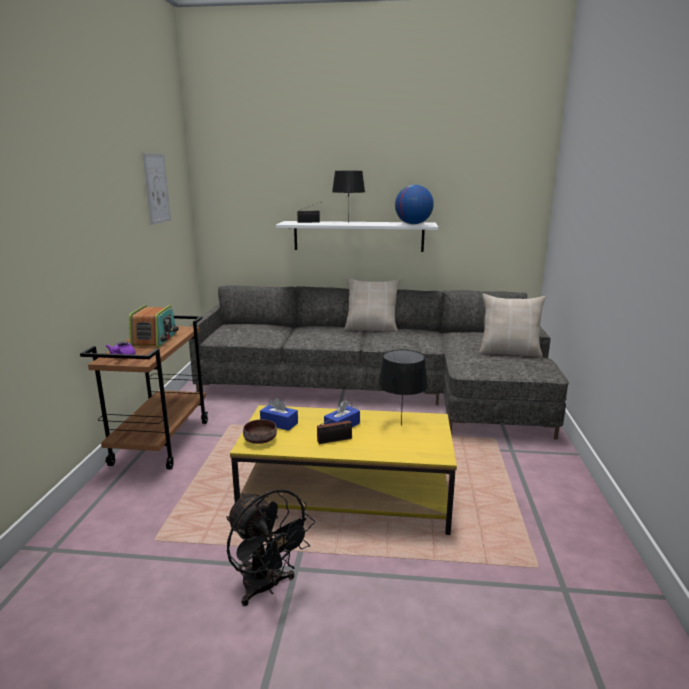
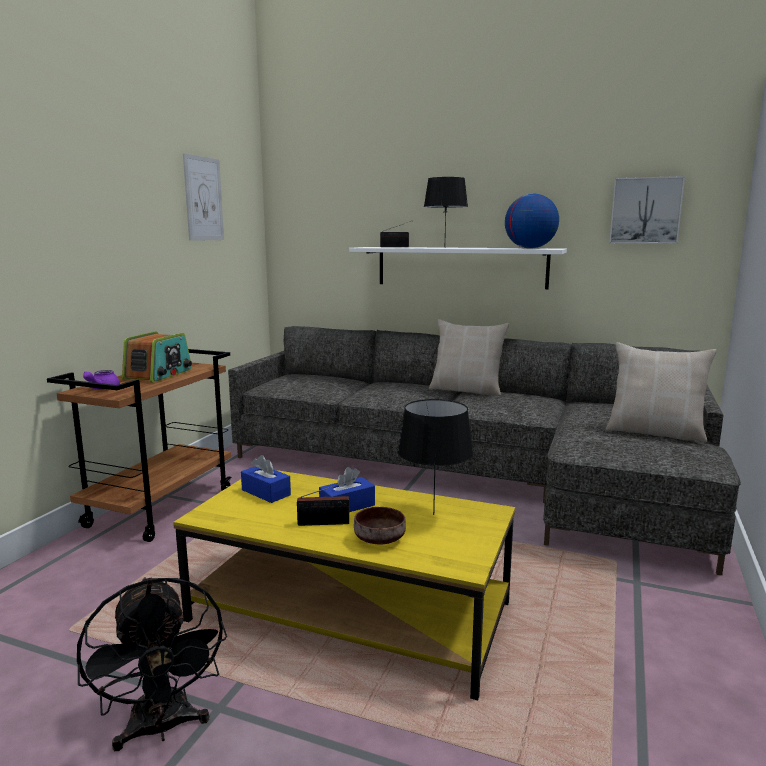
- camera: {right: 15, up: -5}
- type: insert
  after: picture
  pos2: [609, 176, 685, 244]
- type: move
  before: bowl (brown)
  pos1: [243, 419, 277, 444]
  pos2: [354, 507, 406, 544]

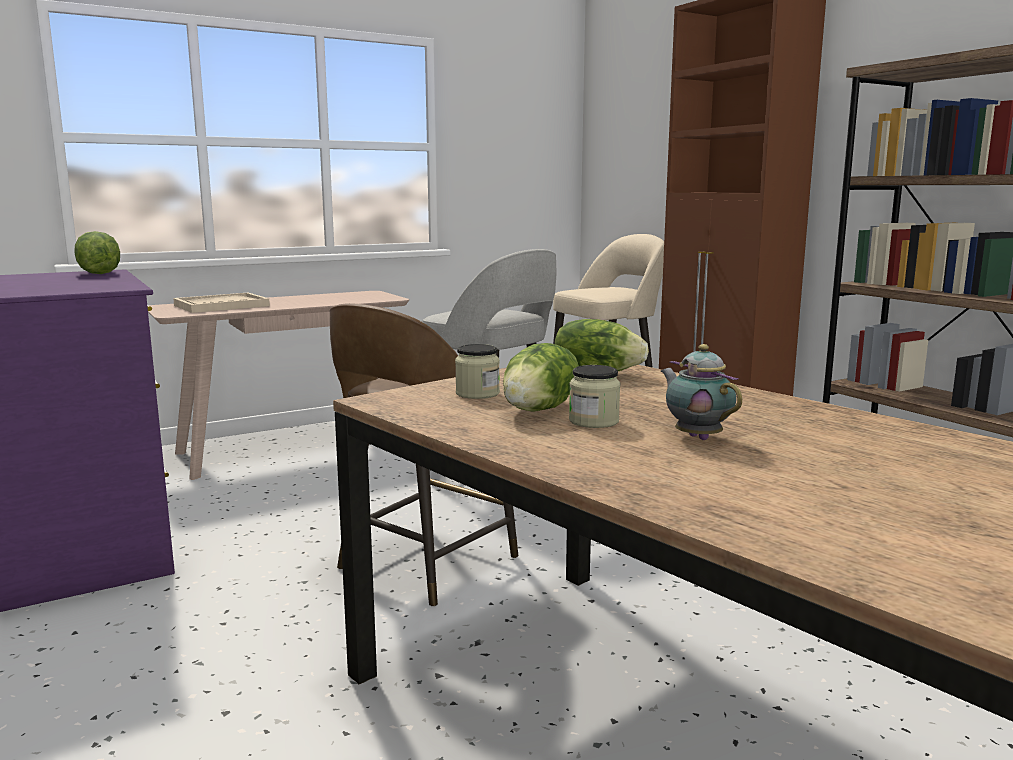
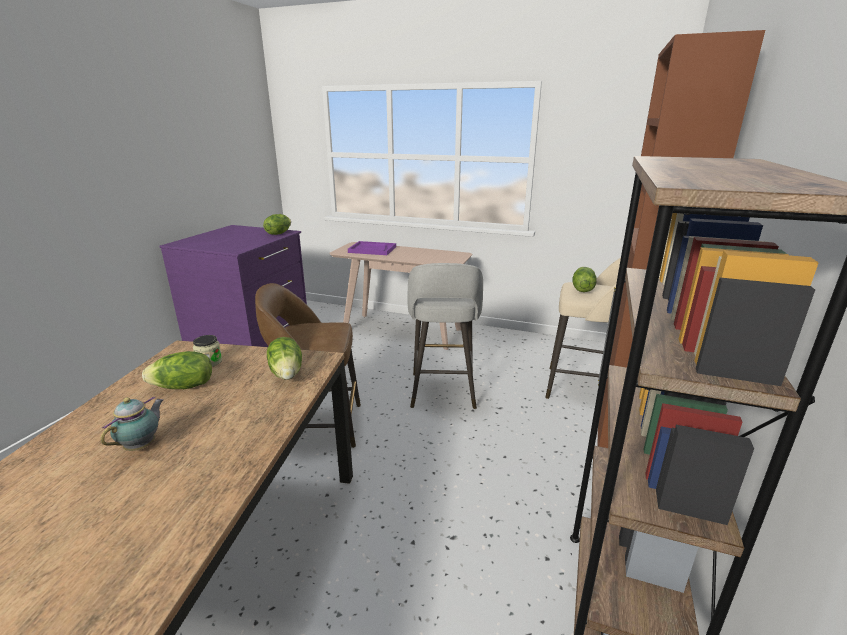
- camera: {right: 50, up: 10}
- type: delete
  before: jar
  pos1: [569, 365, 620, 428]
- type: insert
  after: lettuce
  pos2: [572, 267, 596, 292]
- type: recolor
  before: tray (beige)
  after: tray (purple)
  pos1: [173, 293, 270, 313]
  pos2: [348, 241, 396, 255]

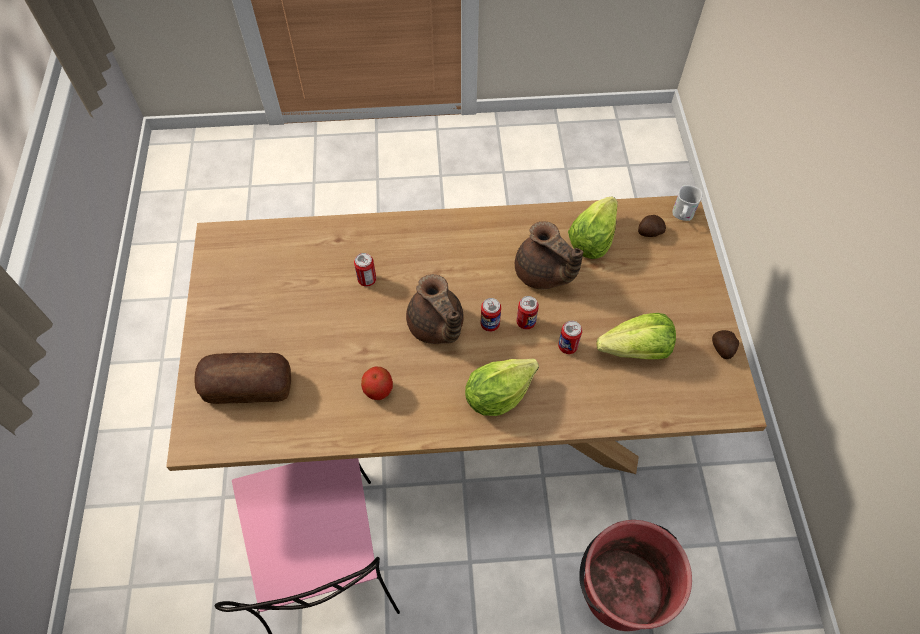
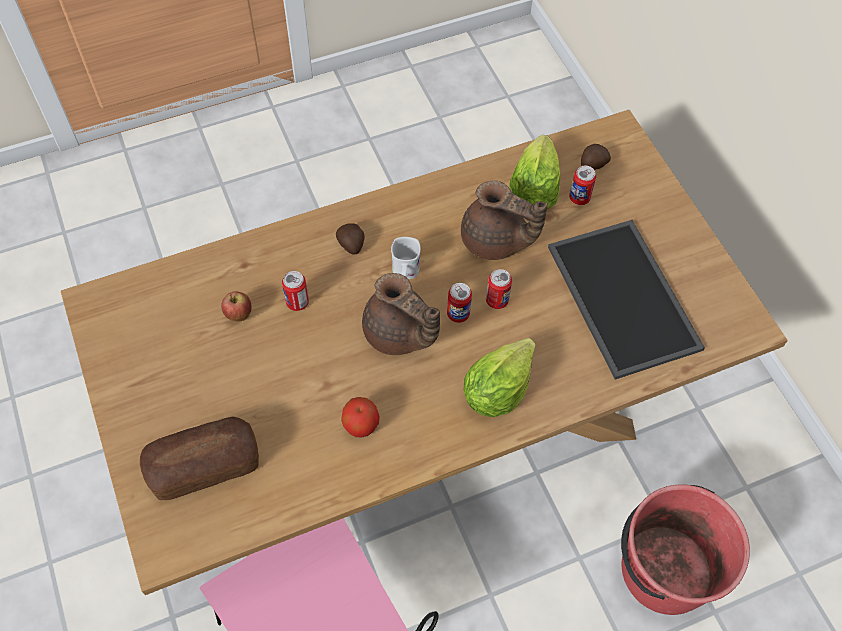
- camera: {right: -20, up: 0}
- type: insert
  after: apple
  pos2: [221, 292, 252, 322]
- type: move
  before: can
  pos1: [558, 321, 582, 354]
  pos2: [569, 165, 596, 205]
- type: move
  before: mug (white)
  pos1: [673, 185, 702, 221]
  pos2: [391, 237, 421, 279]
- type: move
  before: potato
  pos1: [712, 330, 739, 359]
  pos2: [336, 223, 364, 255]
- type: replace
  before: lettuce
  after: tray
  pos1: [596, 313, 676, 359]
  pos2: [548, 220, 705, 379]

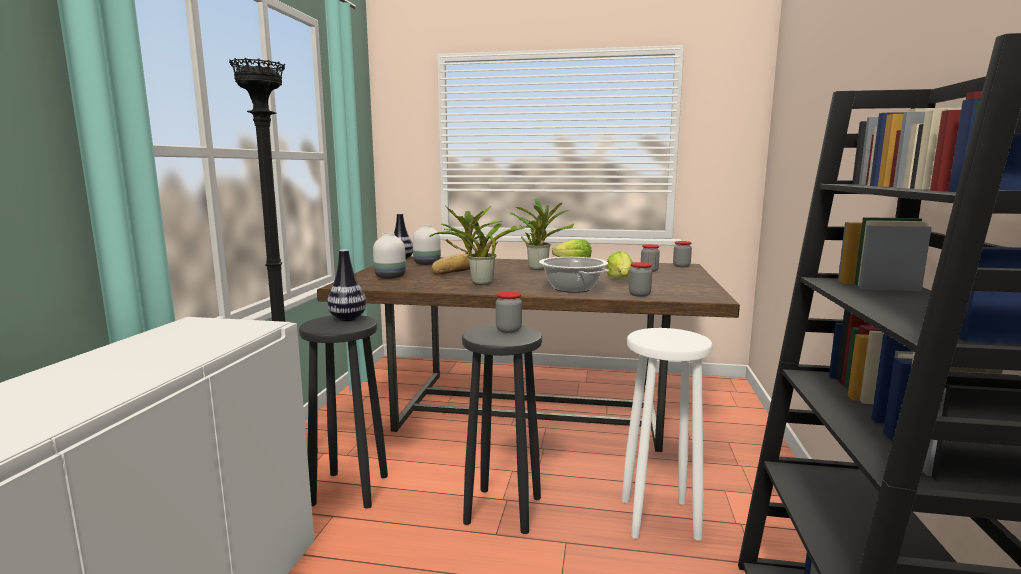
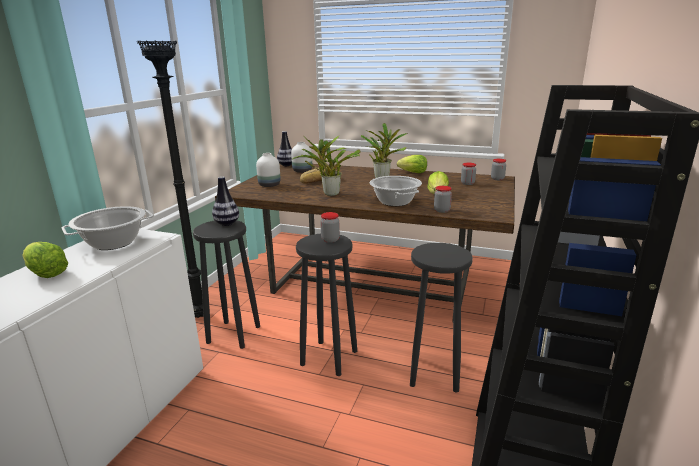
- camera: {right: 10, up: 10}
- type: insert
  after: lettuce
  pos2: [22, 242, 68, 278]
- type: insert
  after: cooking pot
  pos2: [62, 206, 154, 250]
- type: recolor
  before: stool (white)
  after: stool (black)
  pos1: [622, 328, 713, 540]
  pos2: [410, 243, 473, 392]

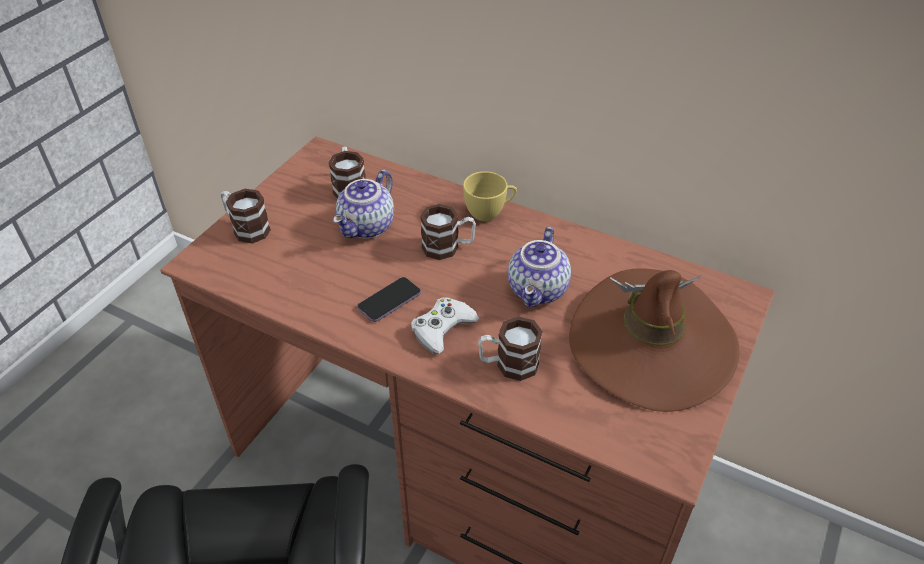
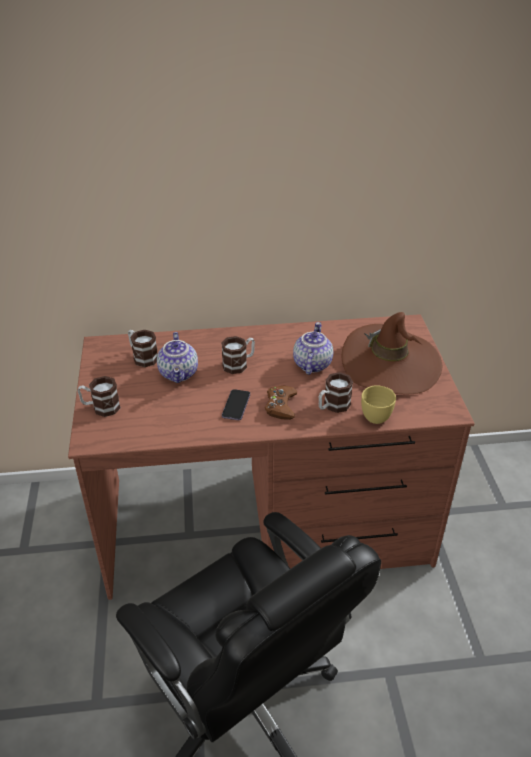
- camera: {right: -35, up: -5}
- type: move
  before: cup (yellow)
  pos1: [463, 171, 517, 221]
  pos2: [361, 385, 396, 424]
- type: recolor
  before: game controller (white)
  after: game controller (brown)
  pos1: [411, 297, 479, 354]
  pos2: [265, 385, 297, 420]
- type: rotate
  before: teapot
  pos1: [508, 227, 571, 307]
  pos2: [293, 322, 333, 375]
  turn: -150

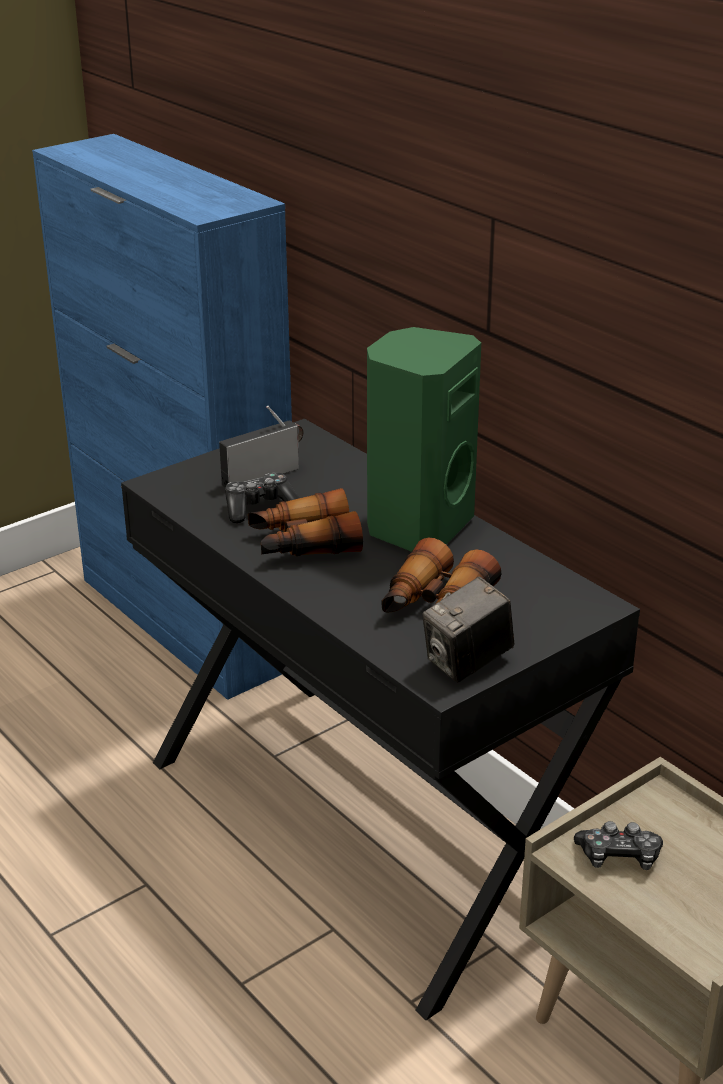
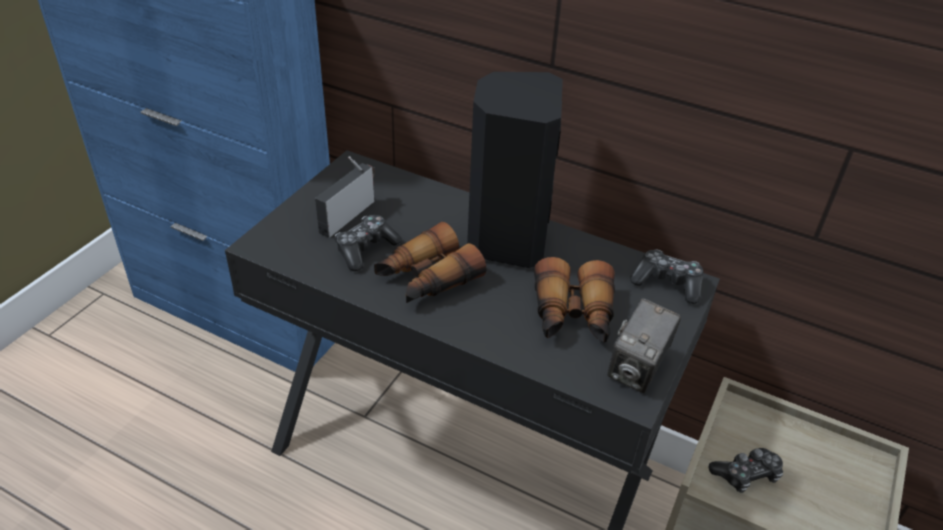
- camera: {right: -25, up: 10}
- type: insert
  after: game controller
  pos2: [630, 249, 703, 304]
- type: recolor
  before: speaker (green)
  after: speaker (black)
  pos1: [367, 327, 481, 552]
  pos2: [467, 72, 563, 268]

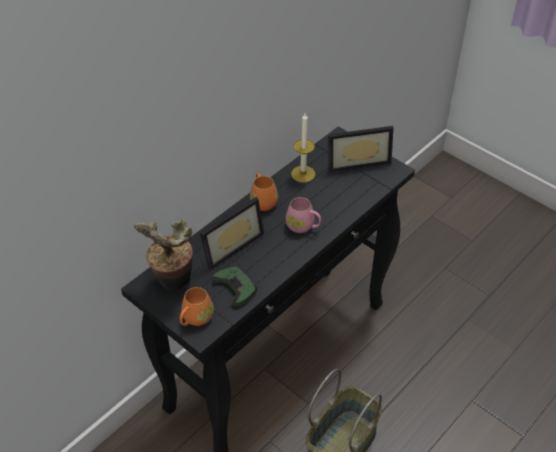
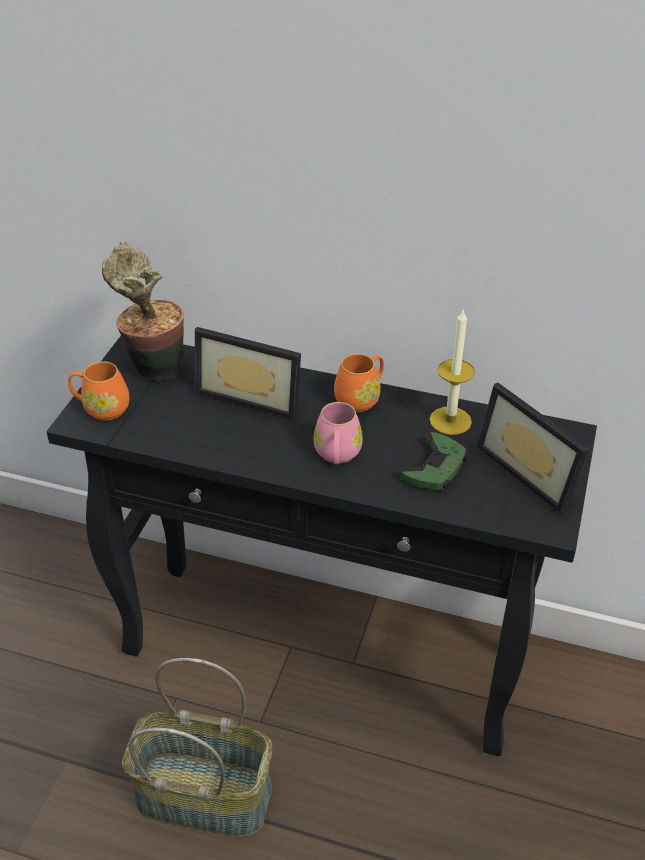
- camera: {right: 65, up: -5}
- type: move
  before: game controller (green)
  pos1: [213, 267, 257, 307]
  pos2: [401, 432, 468, 490]

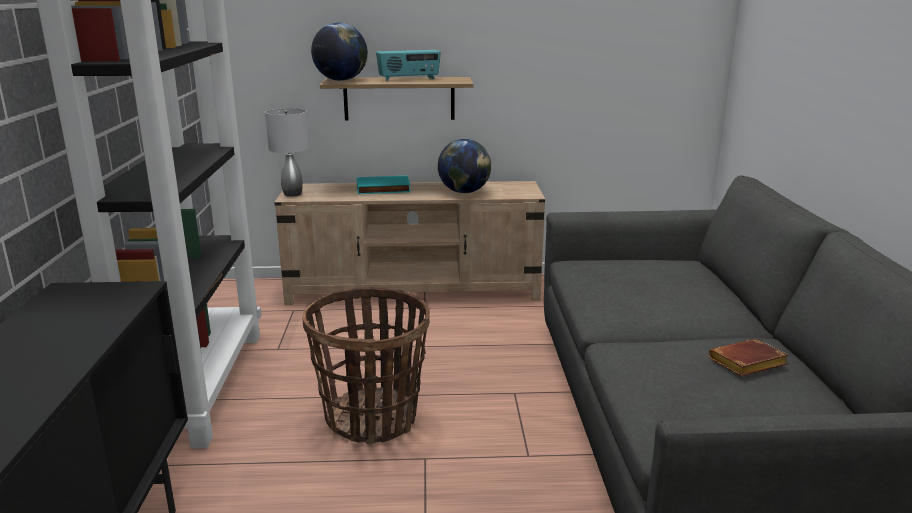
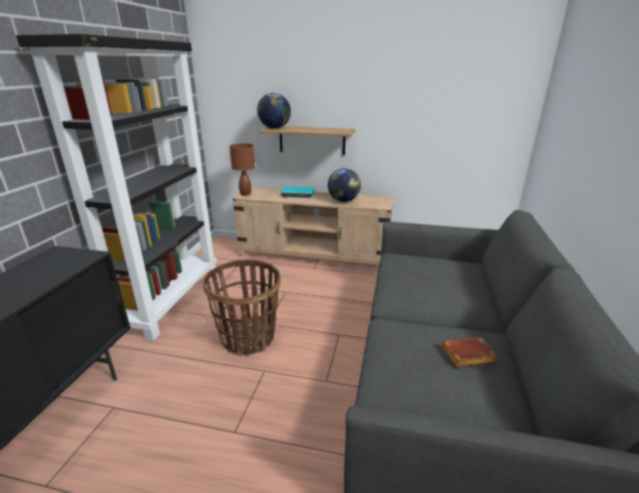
- camera: {right: 15, up: 5}
- type: delete
  before: radio
  pos1: [376, 50, 441, 81]
- type: recolor
  before: table lamp (grey)
  after: table lamp (brown)
  pos1: [265, 108, 309, 197]
  pos2: [229, 143, 255, 196]

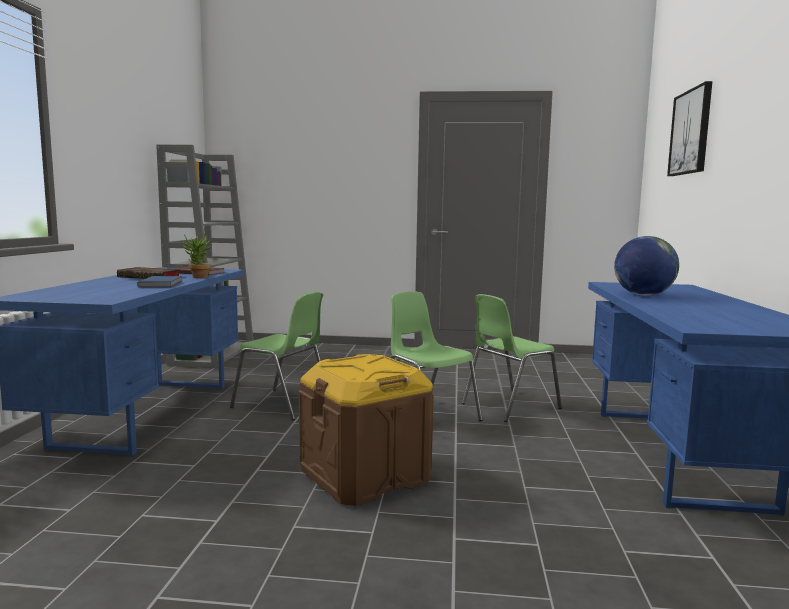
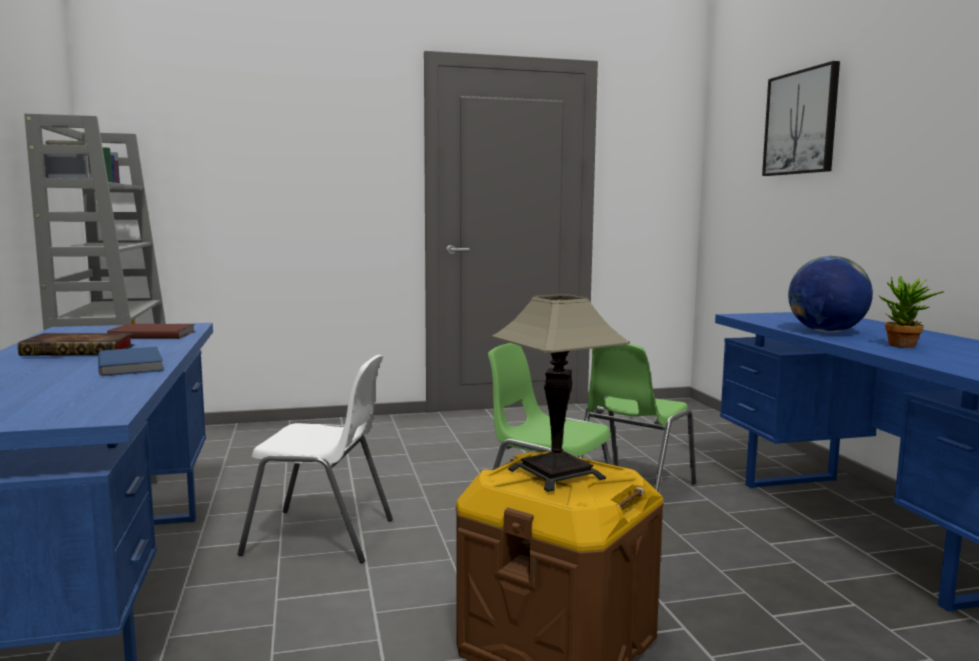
- camera: {right: -20, up: 0}
- type: insert
  after: table lamp
  pos2: [491, 294, 630, 492]
- type: move
  before: potted plant
  pos1: [180, 235, 213, 278]
  pos2: [879, 276, 944, 348]
- type: recolor
  before: chair (green)
  after: chair (white)
  pos1: [230, 292, 323, 420]
  pos2: [238, 355, 393, 563]

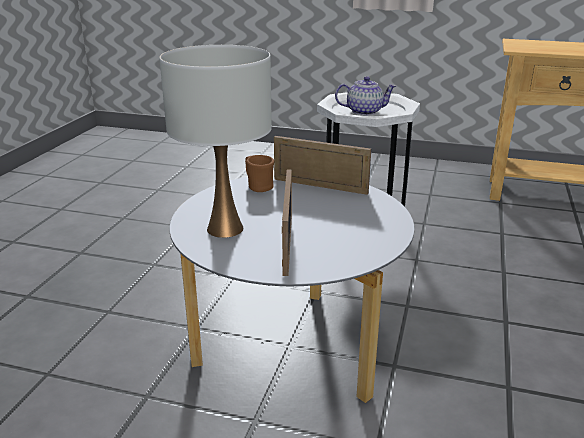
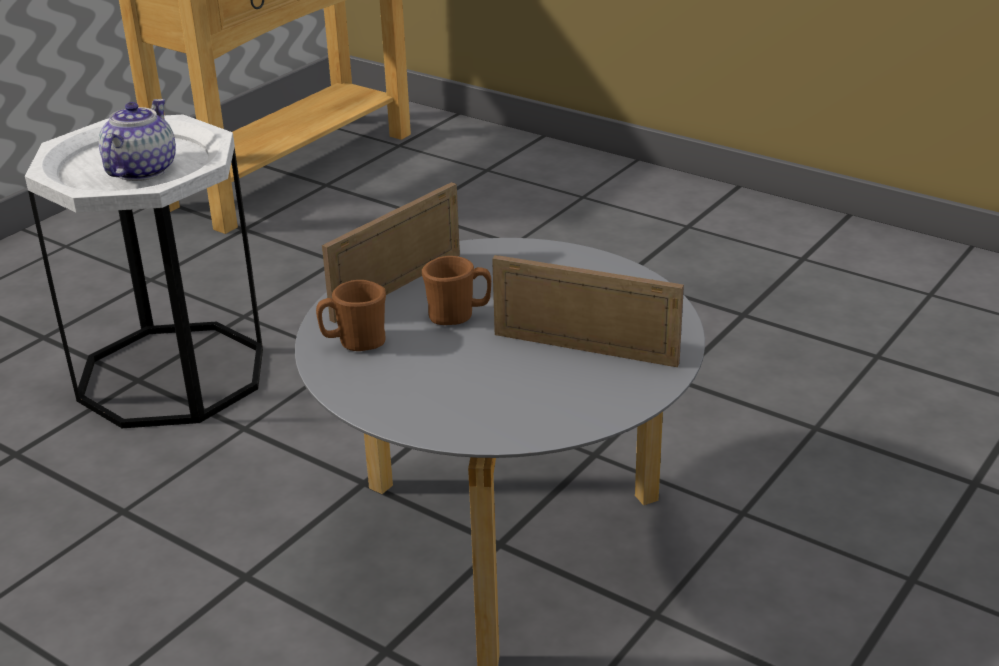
- camera: {right: -70, up: 5}
- type: delete
  before: table lamp (white)
  pos1: [159, 45, 272, 238]
- type: insert
  after: mug (brown)
  pos2: [422, 256, 491, 325]

